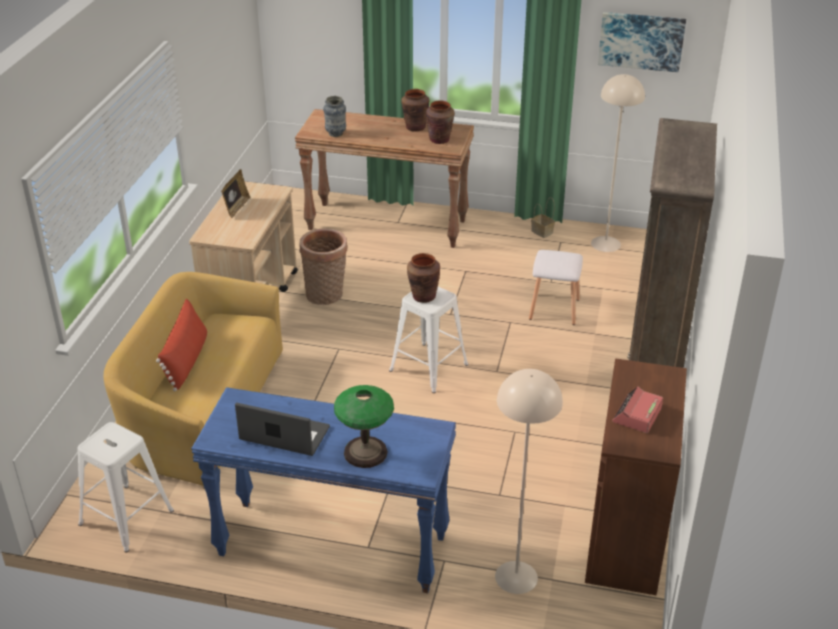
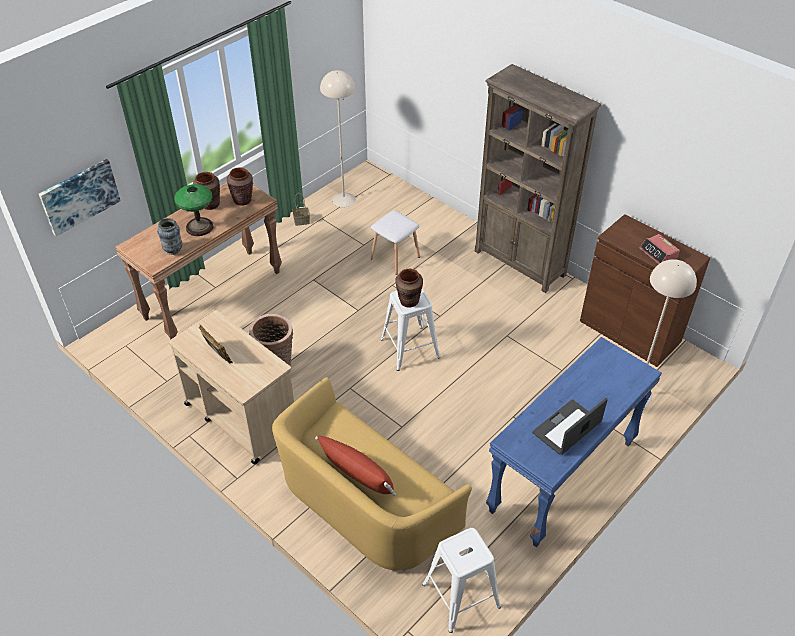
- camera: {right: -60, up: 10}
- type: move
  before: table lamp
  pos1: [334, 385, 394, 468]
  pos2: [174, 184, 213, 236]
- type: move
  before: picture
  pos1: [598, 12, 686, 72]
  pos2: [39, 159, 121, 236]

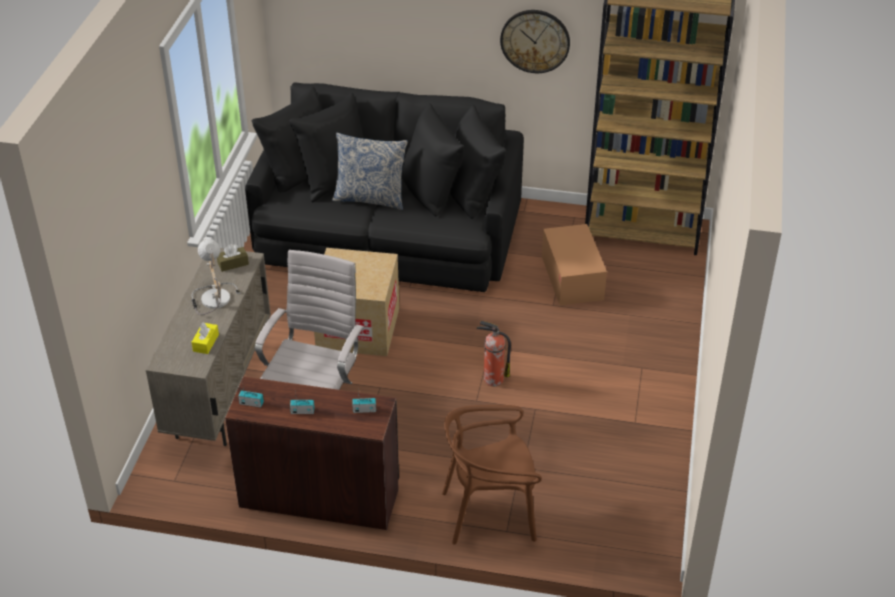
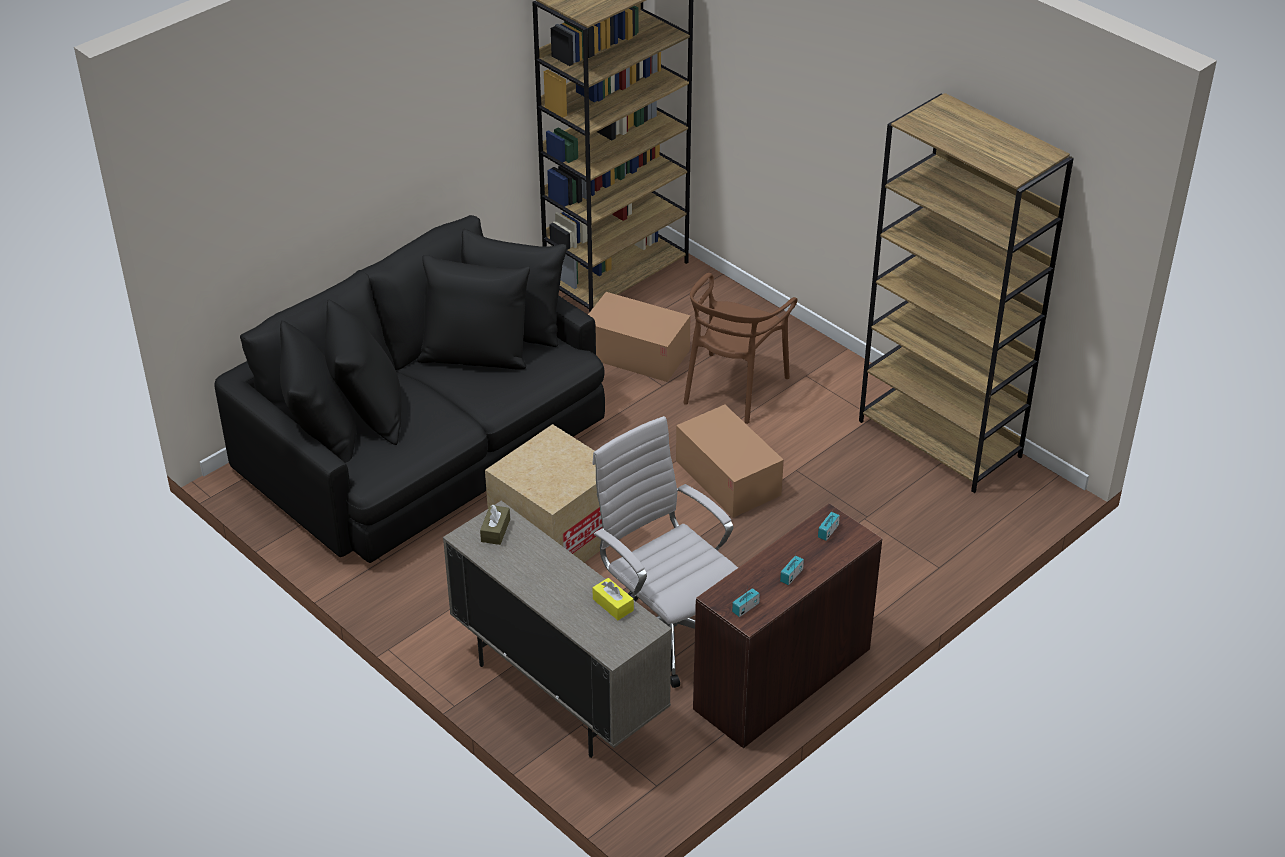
- camera: {right: -55, up: 0}
- type: delete
  before: table lamp
  pos1: [191, 239, 240, 315]
- type: delete
  before: pillow
  pos1: [332, 133, 408, 210]
- type: delete
  before: wall clock
  pos1: [500, 10, 570, 73]
- type: insert
  after: bookcase (brown)
  pos2: [859, 93, 1074, 493]
- type: move
  before: chair (brown)
  pos1: [442, 405, 542, 545]
  pos2: [683, 273, 797, 424]
- type: replace
  before: fire extinguisher
  after: cardboard box
  pos1: [476, 321, 511, 386]
  pos2: [676, 405, 784, 518]

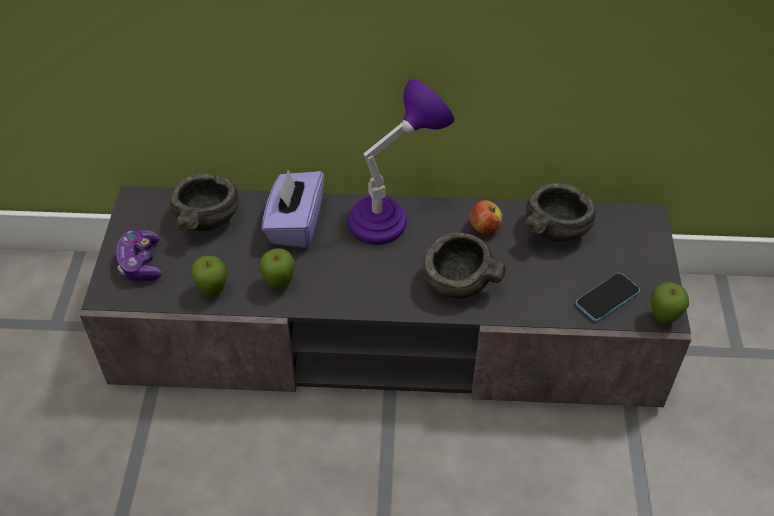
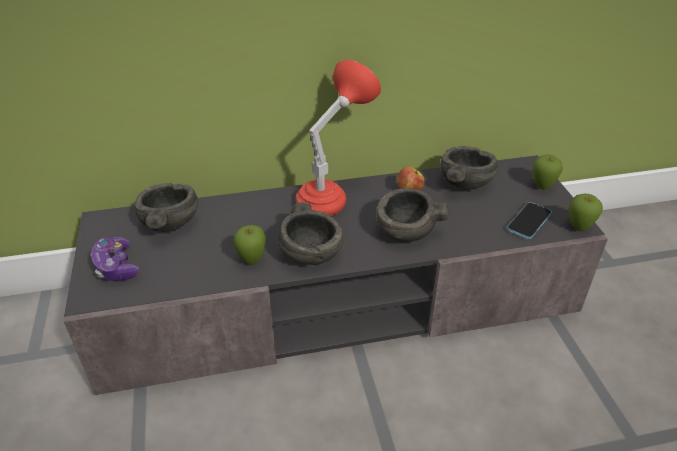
- camera: {right: -15, up: -10}
- type: delete
  before: tissue box (purple)
  pos1: [262, 170, 324, 248]
- type: insert
  after: bowl (grey)
  pos2: [277, 203, 344, 265]
- type: move
  before: apple
  pos1: [191, 255, 227, 296]
  pos2: [533, 154, 563, 189]
- type: recolor
  before: table lamp (purple)
  after: table lamp (red)
  pos1: [348, 79, 454, 245]
  pos2: [295, 60, 381, 216]

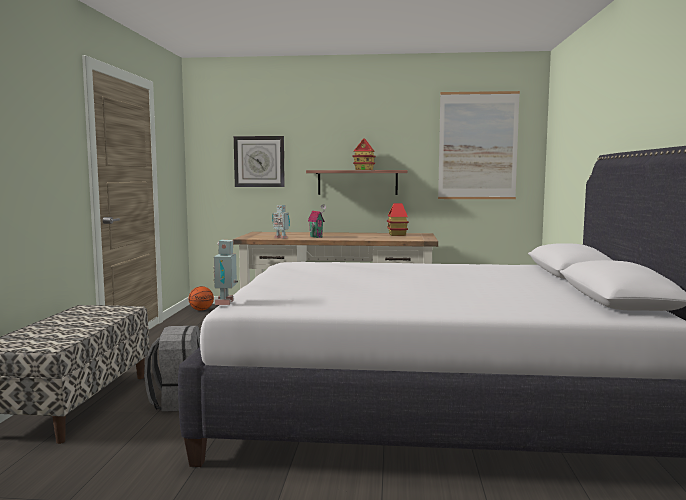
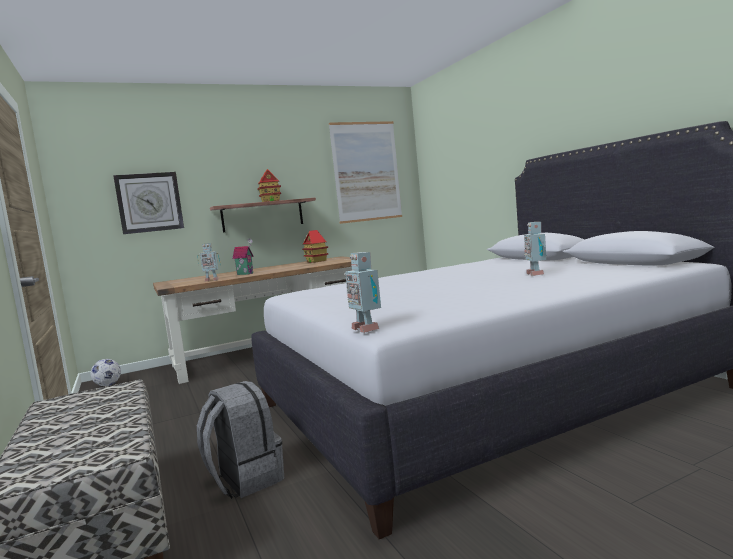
- camera: {right: -30, up: 0}
- type: insert
  after: toy robot
  pos2: [524, 222, 546, 276]
- type: replace
  before: basketball
  after: football
  pos1: [189, 286, 214, 311]
  pos2: [90, 359, 121, 386]

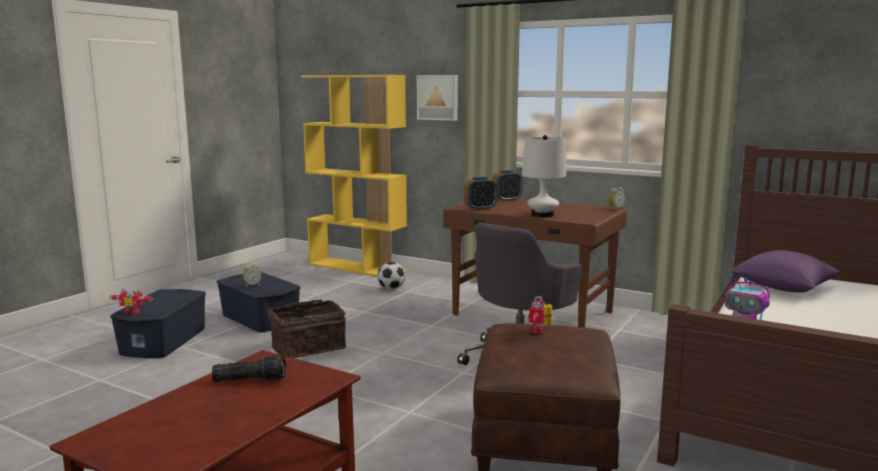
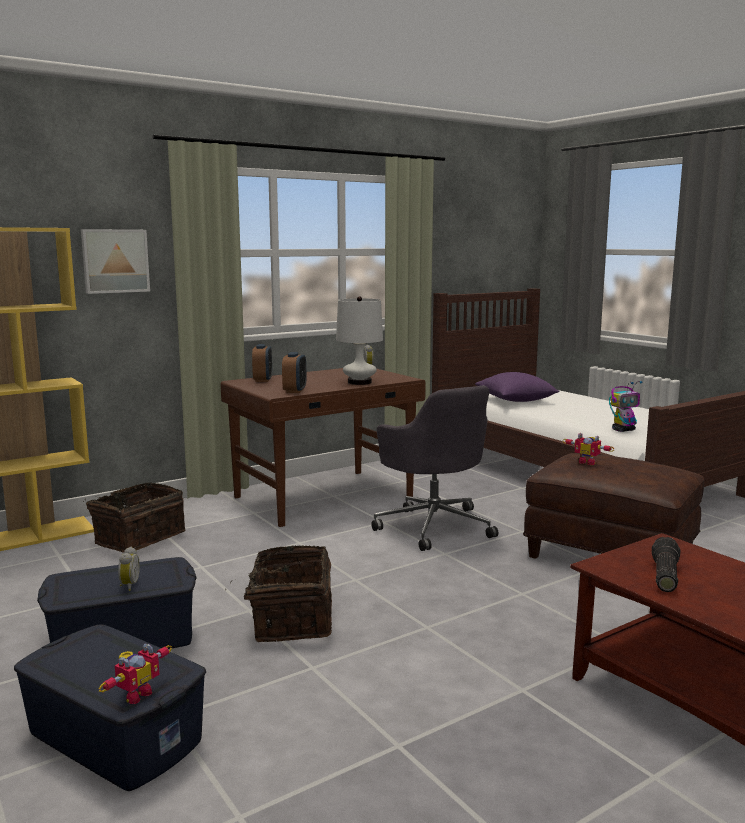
- camera: {right: -65, up: 0}
- type: replace
  before: football
  after: basket
  pos1: [377, 262, 405, 290]
  pos2: [85, 482, 185, 553]

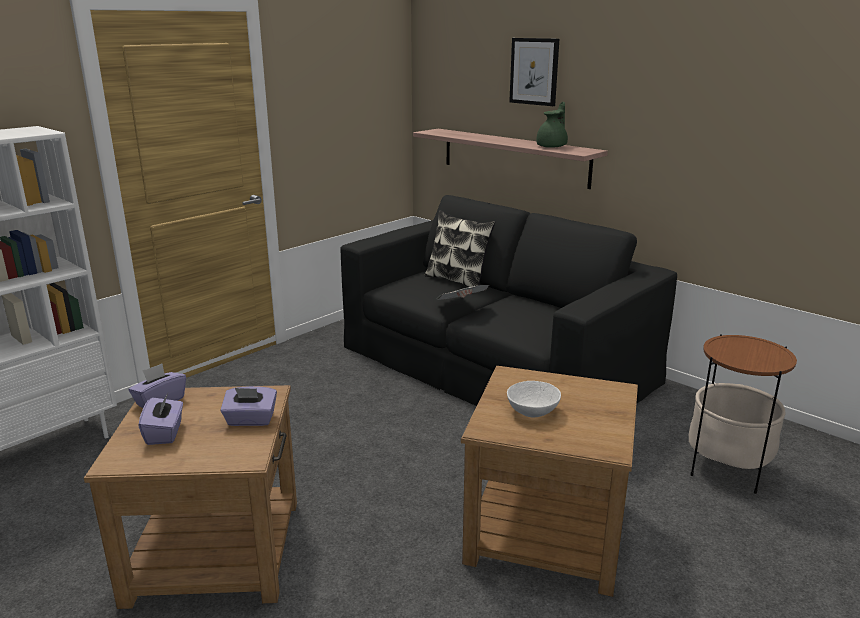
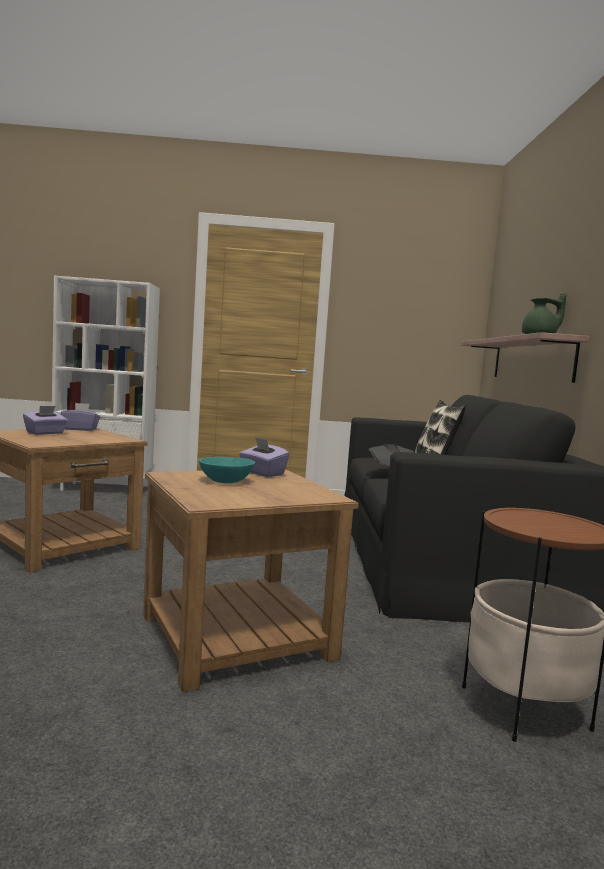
- camera: {right: 45, up: -15}
- type: delete
  before: picture
  pos1: [509, 38, 559, 106]
- type: move
  before: tissue box (purple)
  pos1: [220, 386, 277, 426]
  pos2: [239, 437, 290, 477]
- type: recolor
  before: bowl (white)
  after: bowl (turquoise)
  pos1: [507, 381, 561, 417]
  pos2: [199, 457, 255, 483]

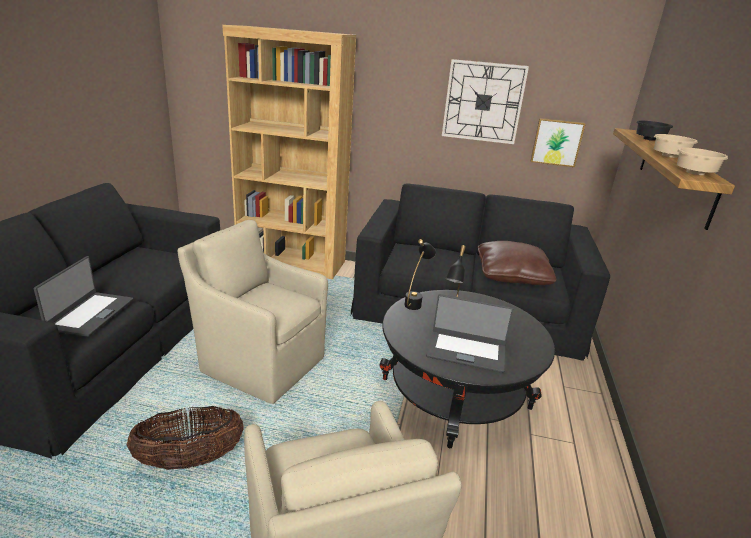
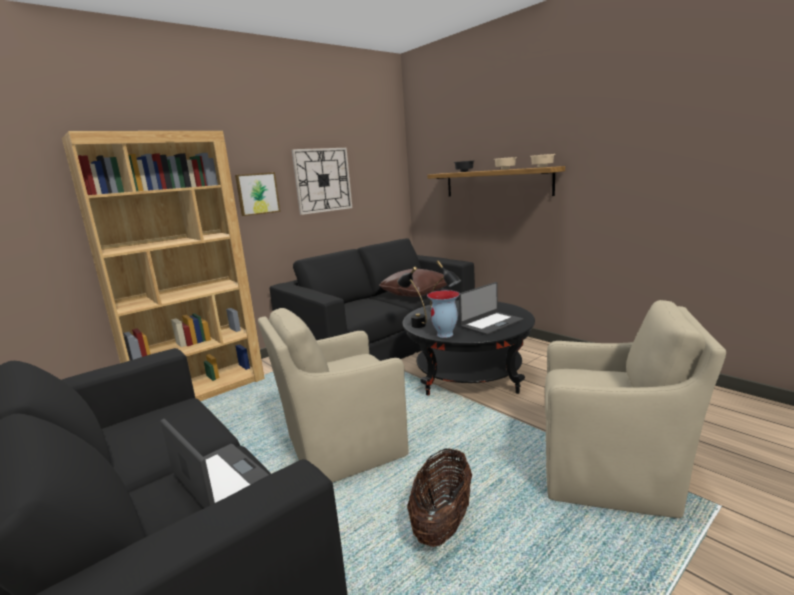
- camera: {right: -50, up: -10}
- type: insert
  after: vase
  pos2: [427, 290, 460, 338]
- type: move
  before: picture
  pos1: [531, 118, 586, 167]
  pos2: [235, 172, 280, 216]

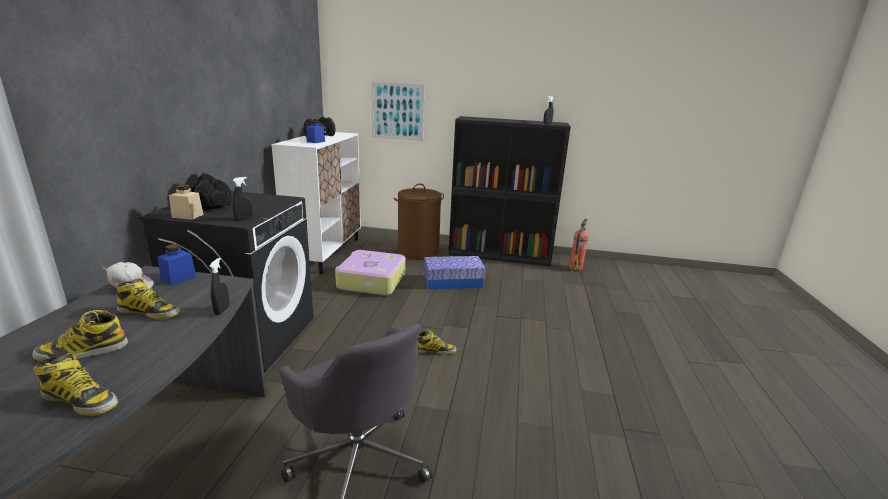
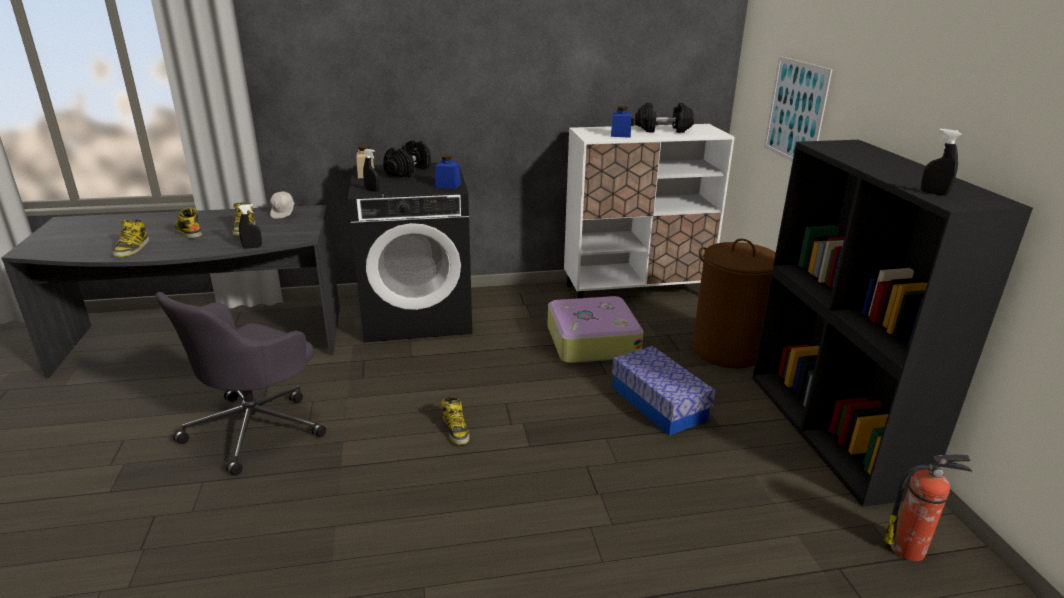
- camera: {right: 70, up: 5}
- type: move
  before: jar (blue)
  pos1: [157, 244, 196, 286]
  pos2: [435, 155, 461, 189]

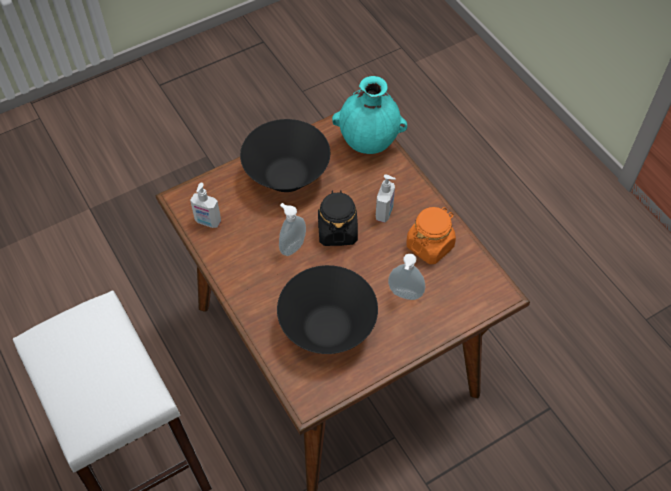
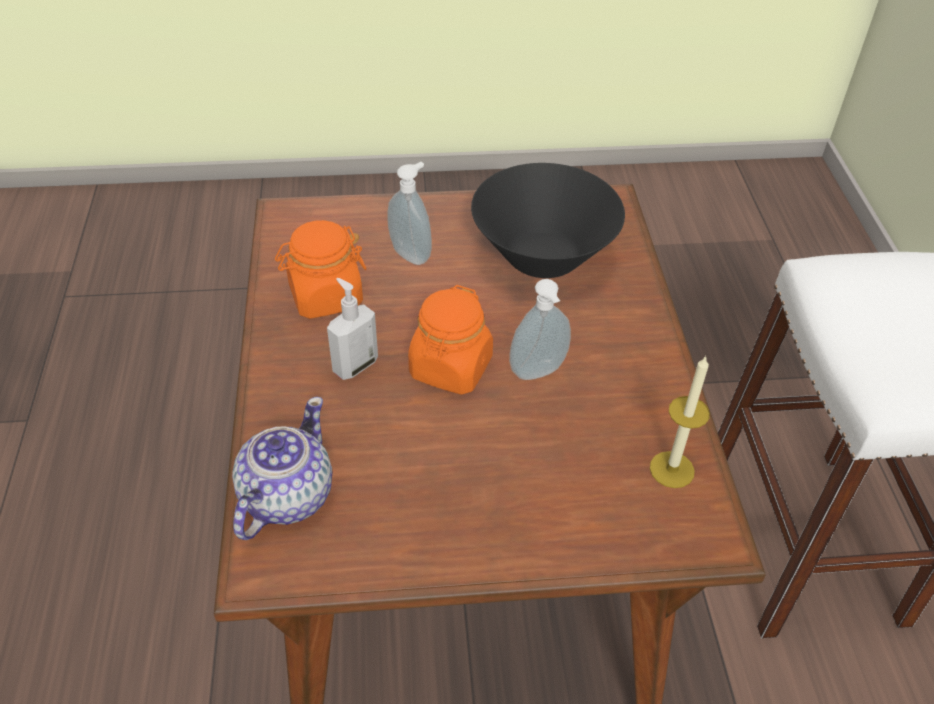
- camera: {right: -155, up: -10}
- type: delete
  before: bowl (black)
  pos1: [240, 119, 330, 192]
- type: replace
  before: soap dispenser
  after: candle
  pos1: [190, 183, 221, 228]
  pos2: [650, 355, 710, 488]
- type: replace
  before: vase (turquoise)
  after: teapot
  pos1: [332, 76, 407, 154]
  pos2: [232, 397, 333, 540]
- type: recolor
  before: jar (black)
  after: jar (orange)
  pos1: [318, 190, 358, 246]
  pos2: [408, 285, 493, 395]

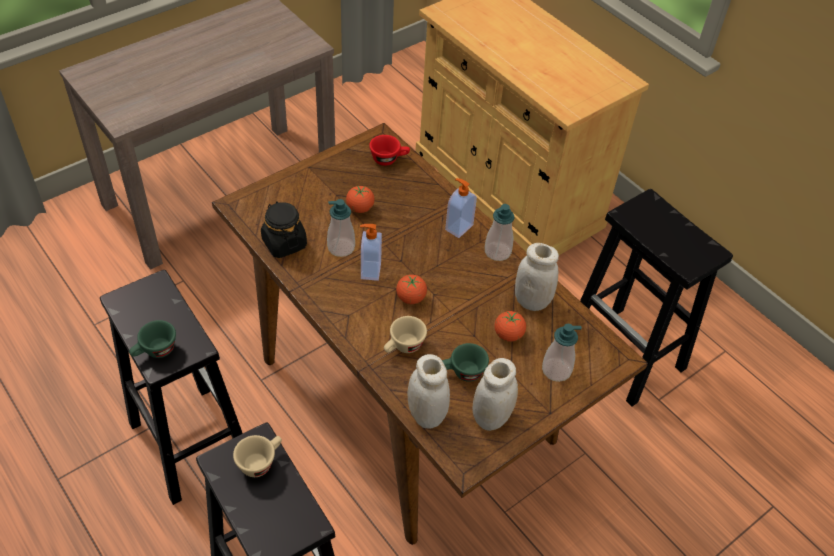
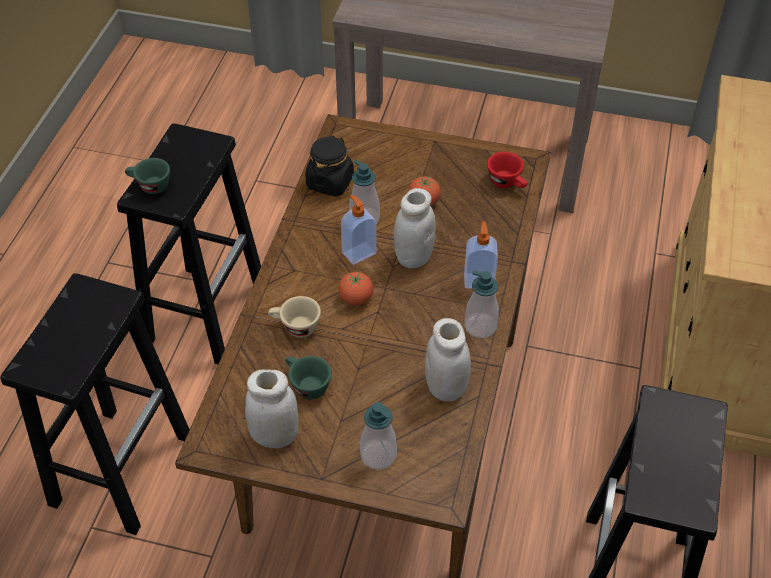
- camera: {right: 55, up: 0}
- type: delete
  before: cup (beige)
  pos1: [233, 435, 282, 477]
- type: delete
  before: tomato
  pos1: [494, 311, 526, 342]
- type: move
  before: jar (white)
  pos1: [408, 354, 450, 429]
  pos2: [394, 188, 436, 268]

